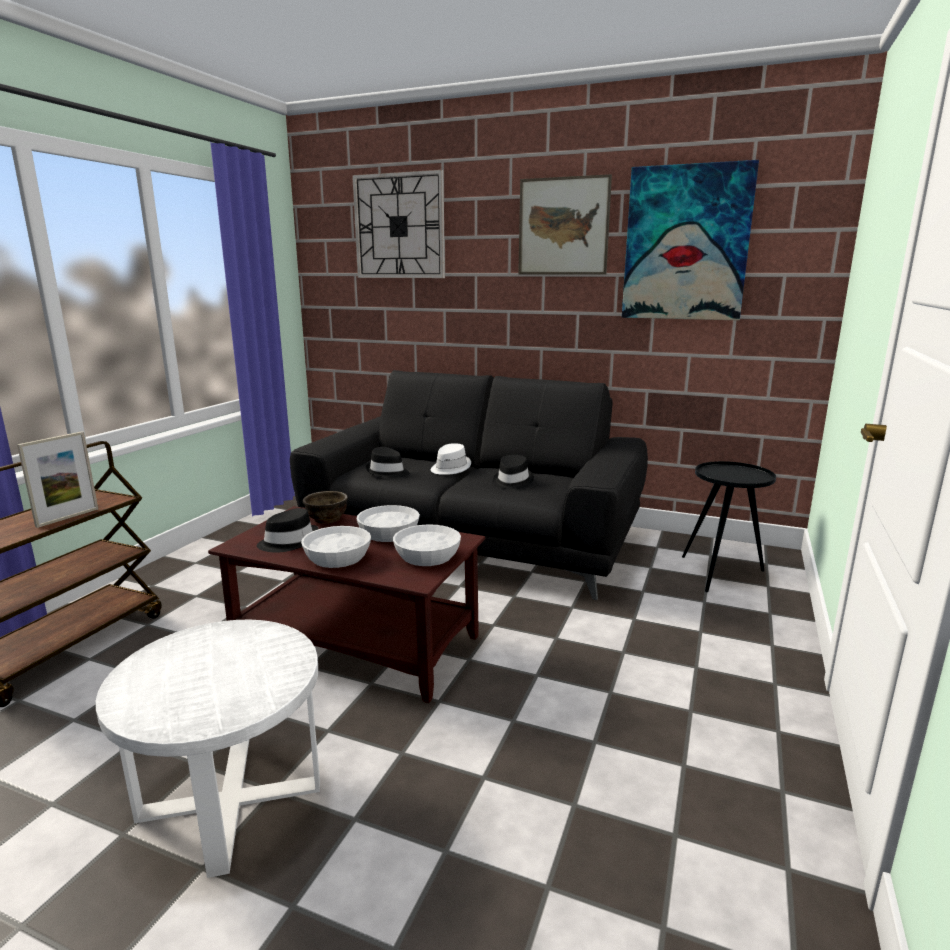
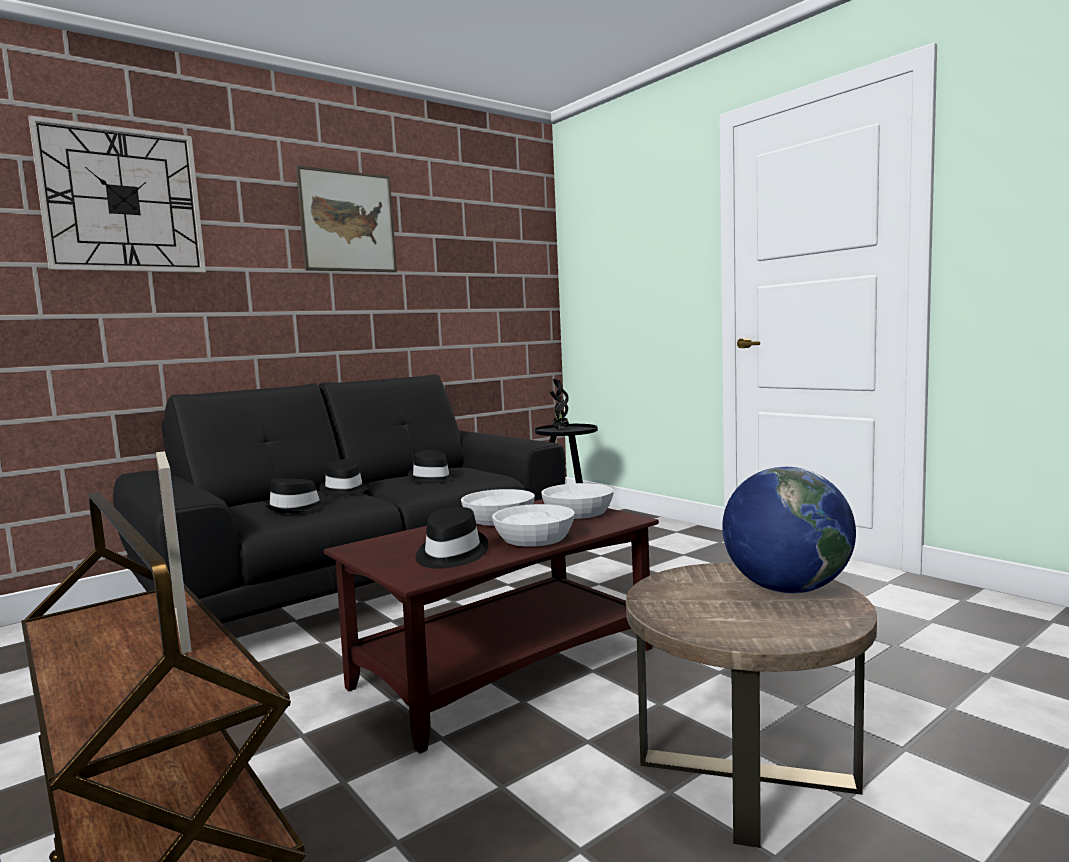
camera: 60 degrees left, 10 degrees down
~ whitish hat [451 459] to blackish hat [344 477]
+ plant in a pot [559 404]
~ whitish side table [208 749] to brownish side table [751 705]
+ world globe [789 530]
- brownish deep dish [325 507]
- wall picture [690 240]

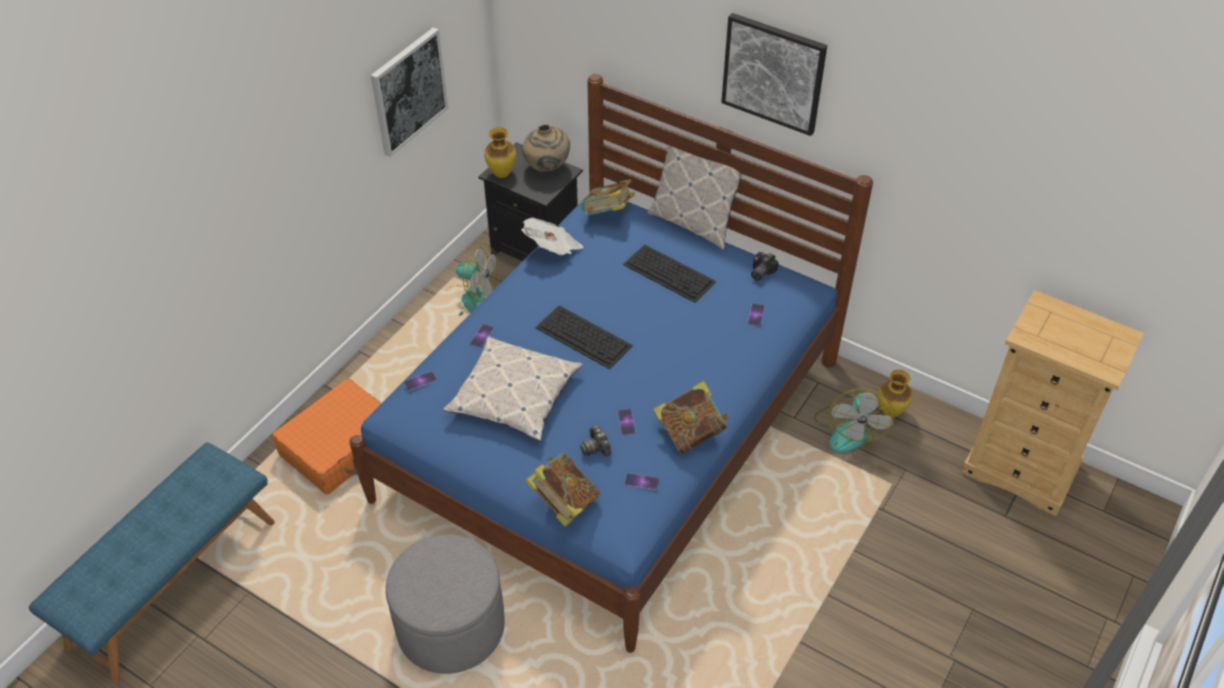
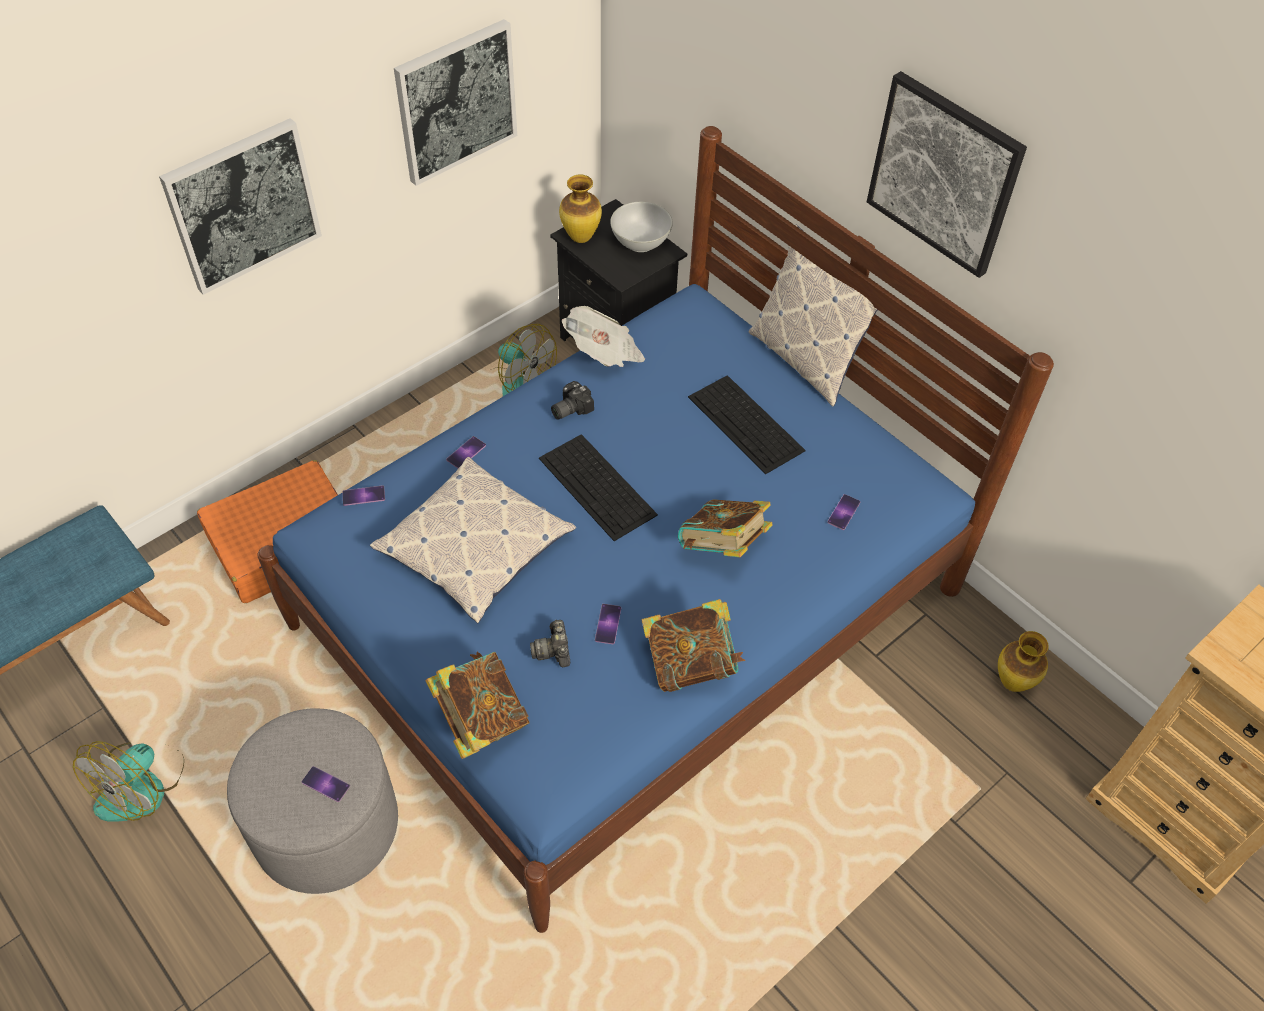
camera: 15 degrees right, 5 degrees up
~ cooling fan [854 420] to [128 781]
+ wall picture [240 206]
~ handset [642 481] to [326 784]
~ photo camera [765 266] to [572 400]
~ beige flower vase [546 148] to whitish deep dish [641 227]
~ volume [608 197] to [725 528]

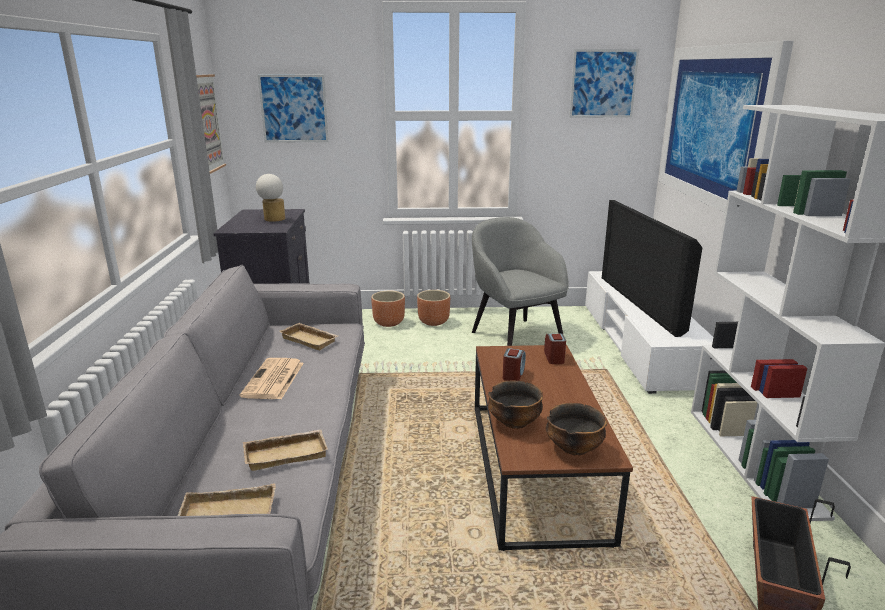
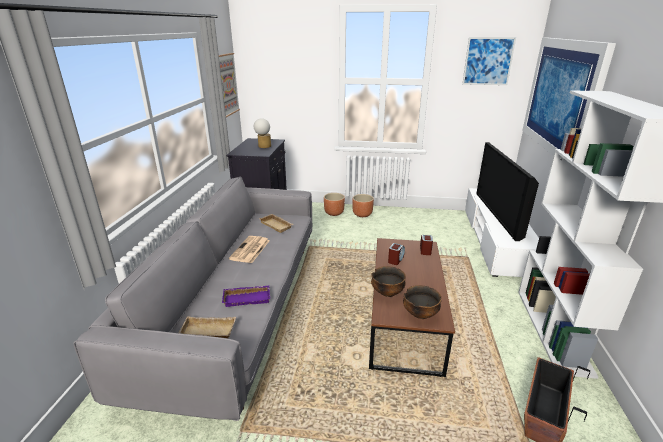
camera: 10 degrees right, 5 degrees up
~ beige serving tray [285 450] to purple serving tray [246 296]
- wall picture [293 109]
- gray armchair [520 281]

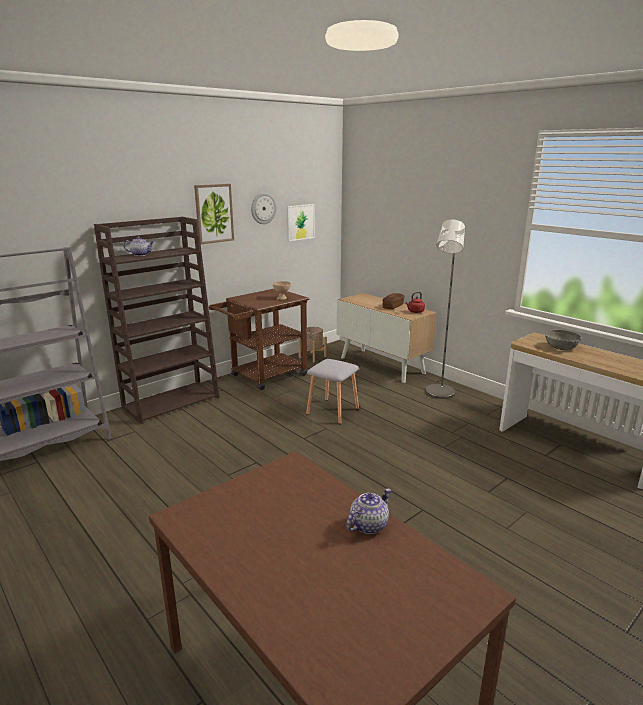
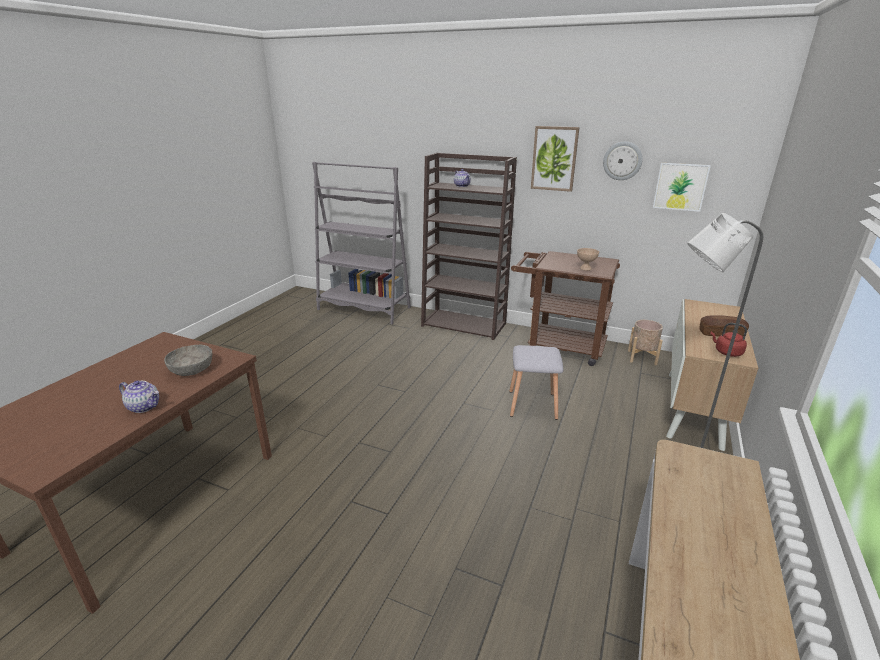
camera: 65 degrees right, 5 degrees up
~ gray deep dish [563 340] to [188 360]

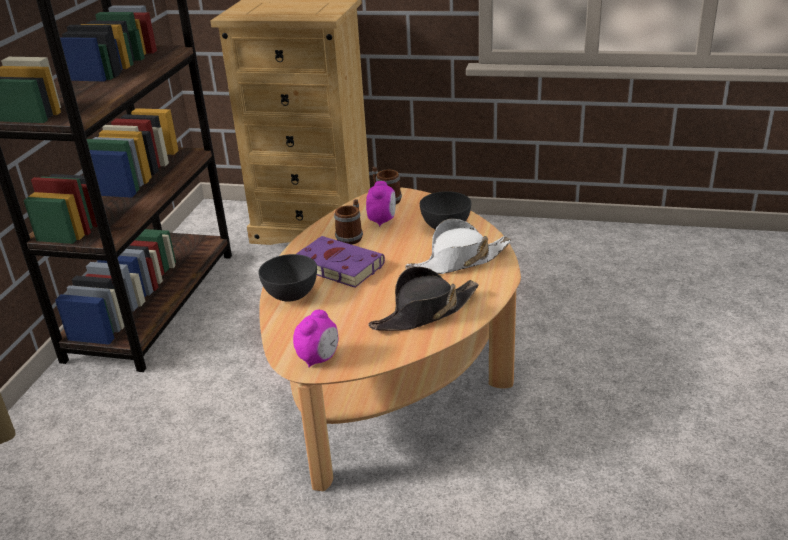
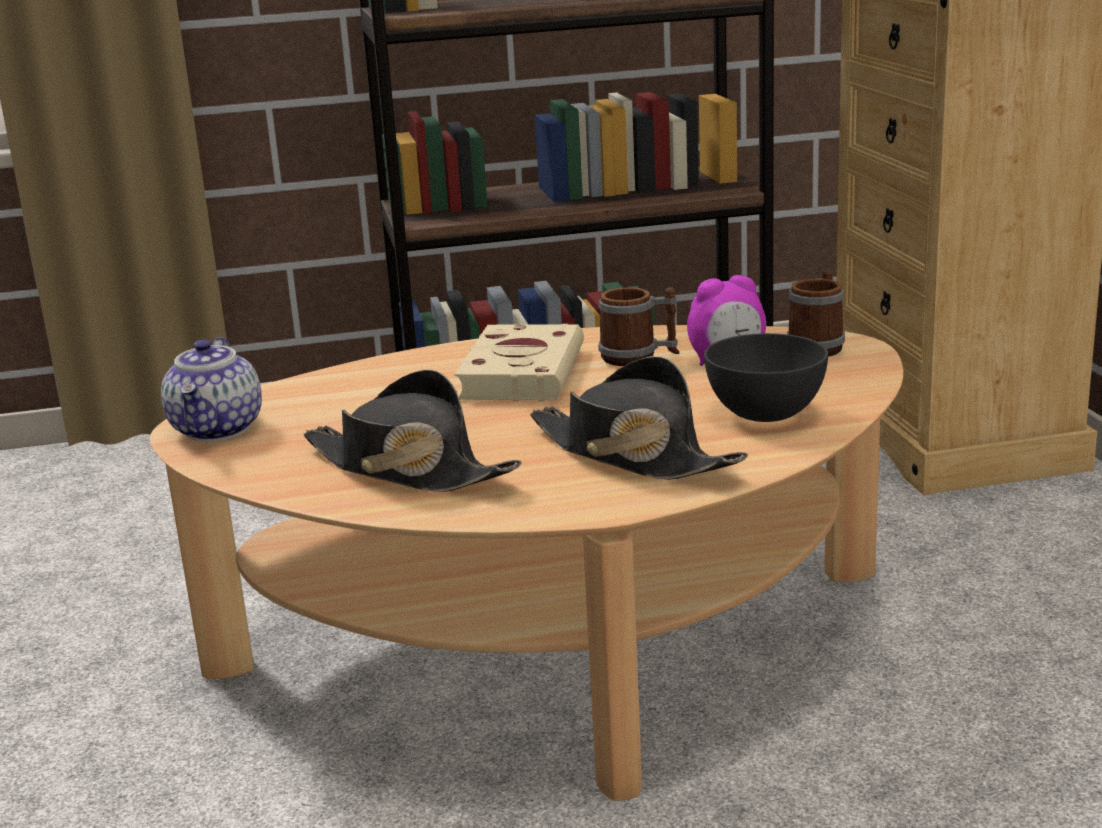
camera: 65 degrees right, 10 degrees down
~ table clock [315 339] to pot for tea [211 389]
~ purple volume [340 262] to beige volume [519 363]
~ whitish hat [458 246] to blackish hat [639 418]
- gray deep dish [288 278]

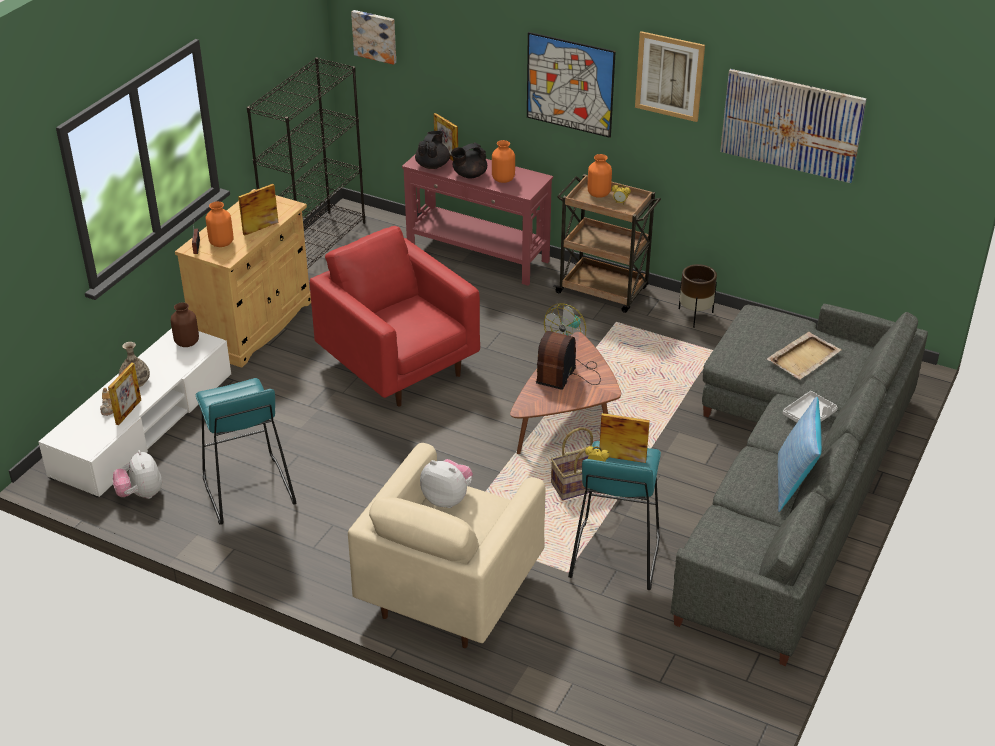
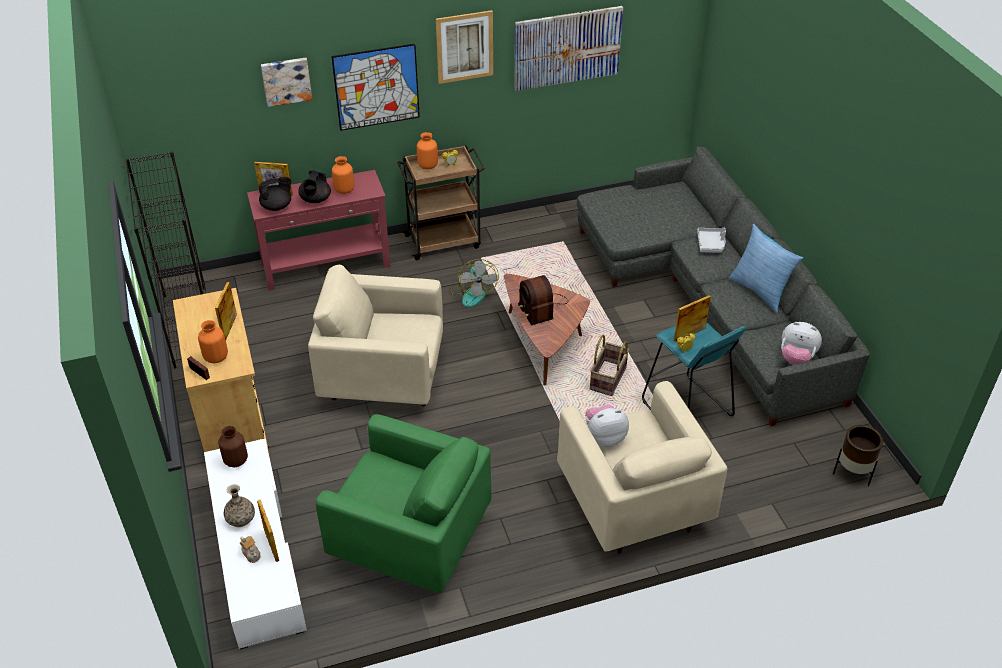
camera: 45 degrees left, 5 degrees up
~ blackish pot for tea [432 150] = [275 194] 90 degrees clockwise
~ wall picture [373 37] to [286 82]
~ red-coloured armchair [394 316] to beige armchair [375 336]
~ blue-green sitting stool [246 451] to greenish armchair [404 503]
~ soft toy [137 474] to [801 343]
~ brownish flower pot [698 296] to [858 455]
- beige serving tray [804 356]

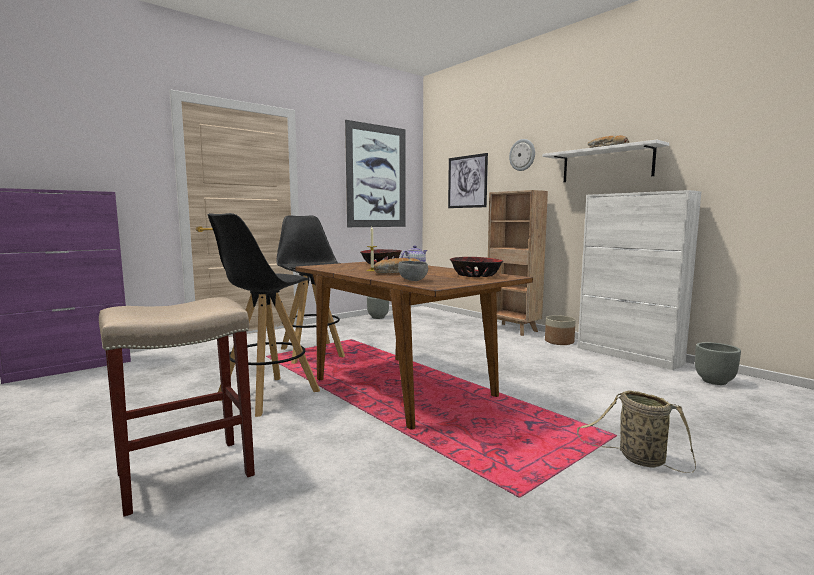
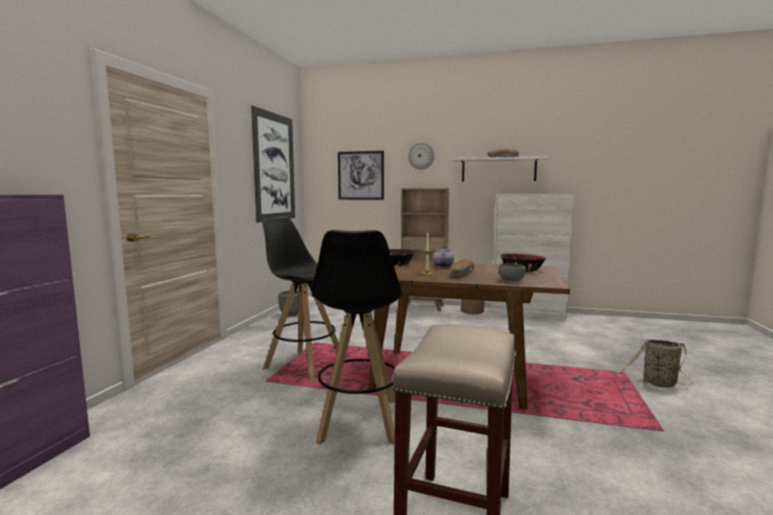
camera: 35 degrees left, 0 degrees up
- gray flower pot [718 363]

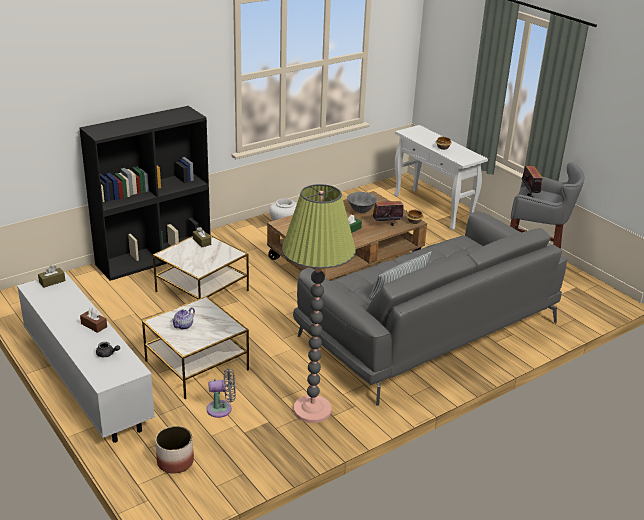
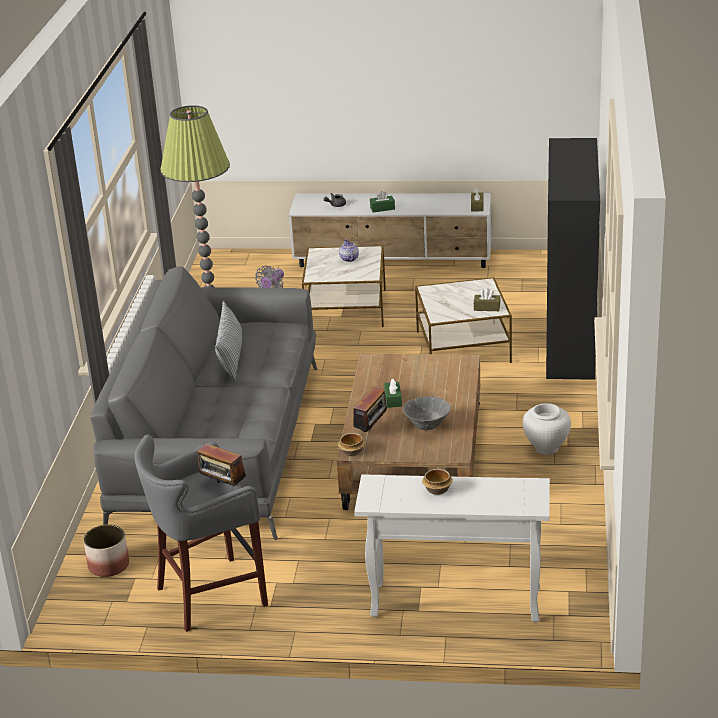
camera: 135 degrees right, 0 degrees up
~ flower pot [174 450] to [106 550]
~ brownish box of tissues [93 320] to greenish box of tissues [382 201]

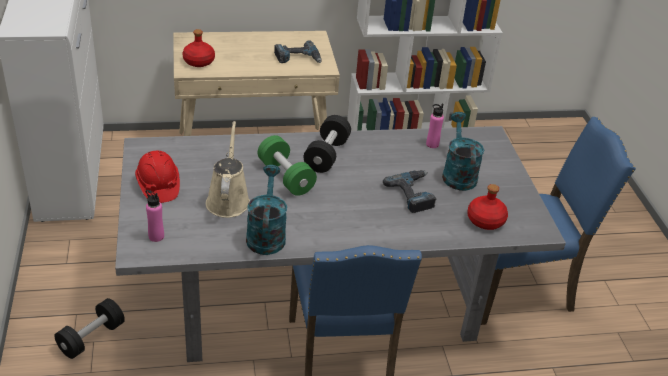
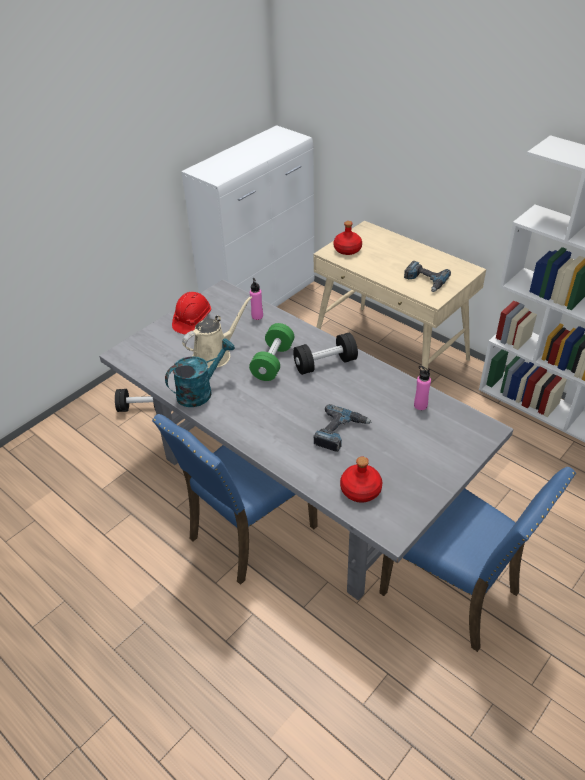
camera: 55 degrees right, 5 degrees up
~ pink-coloured beverage bottle [154 216] to [256 299]
- blue-green watering pot [463 151]

